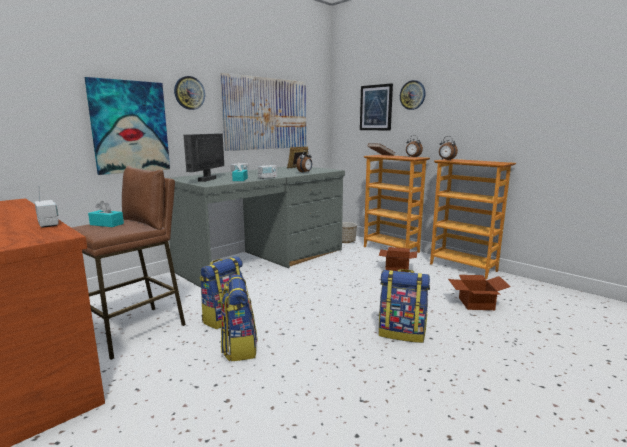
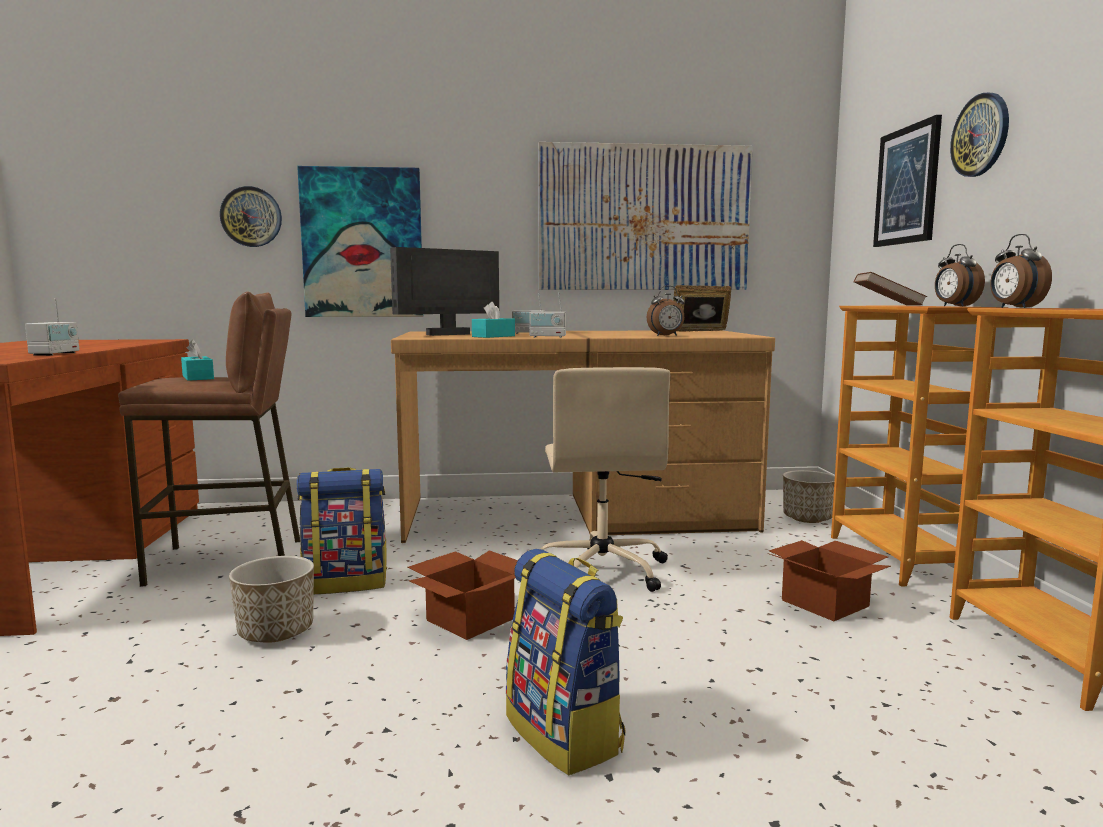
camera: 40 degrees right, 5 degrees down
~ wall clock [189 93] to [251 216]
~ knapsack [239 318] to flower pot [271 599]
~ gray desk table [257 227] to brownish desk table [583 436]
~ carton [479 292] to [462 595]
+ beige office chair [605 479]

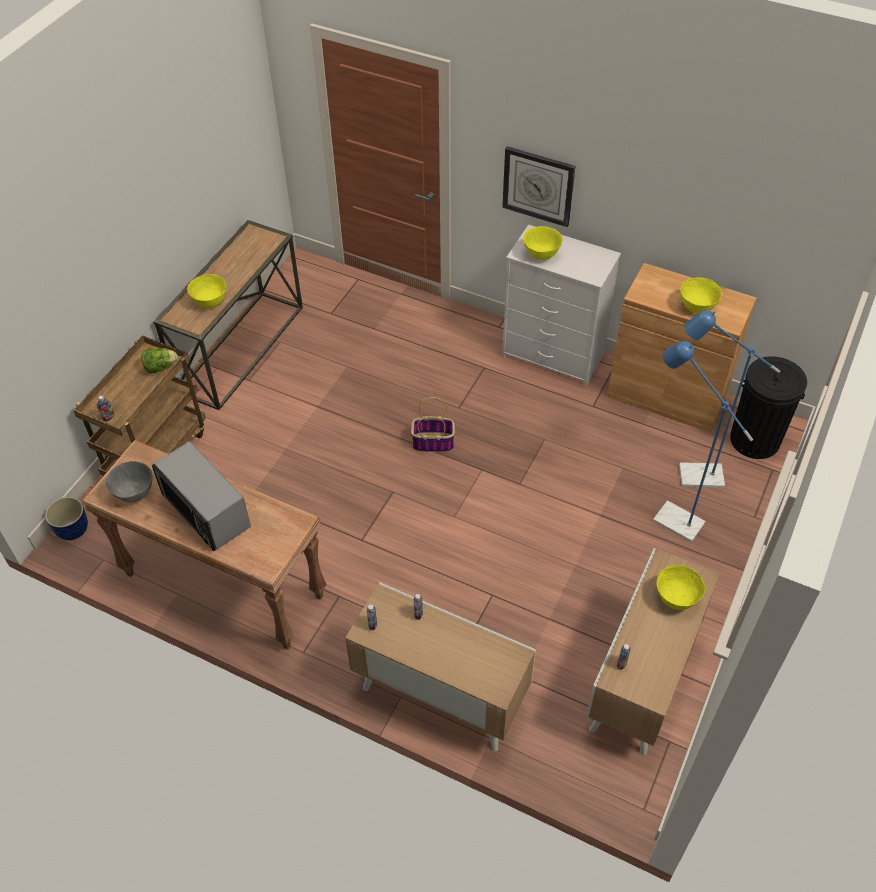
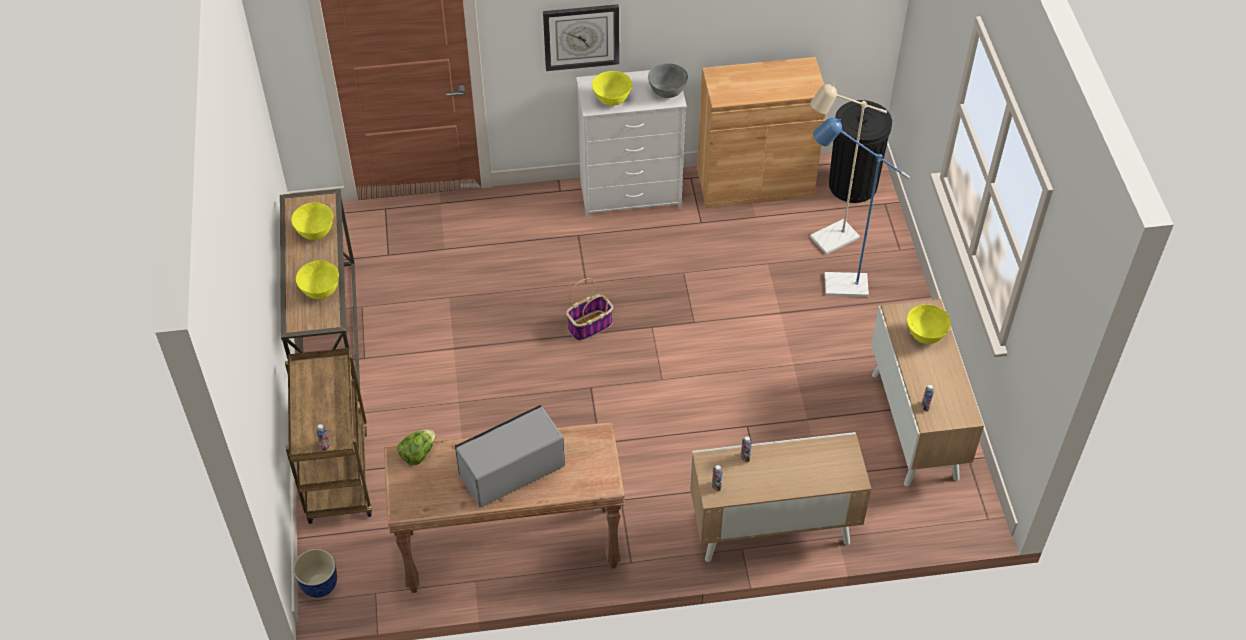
camera: 35 degrees left, 0 degrees up
~ yellowish deep dish [701 295] to [312 221]
~ head of lettuce [159 360] to [416 447]
~ microwave oven [201 496] = [510 456] 135 degrees clockwise
~ gray deep dish [129 482] to [668 80]
~ bluish floor lamp [729 399] to beige floor lamp [848 169]

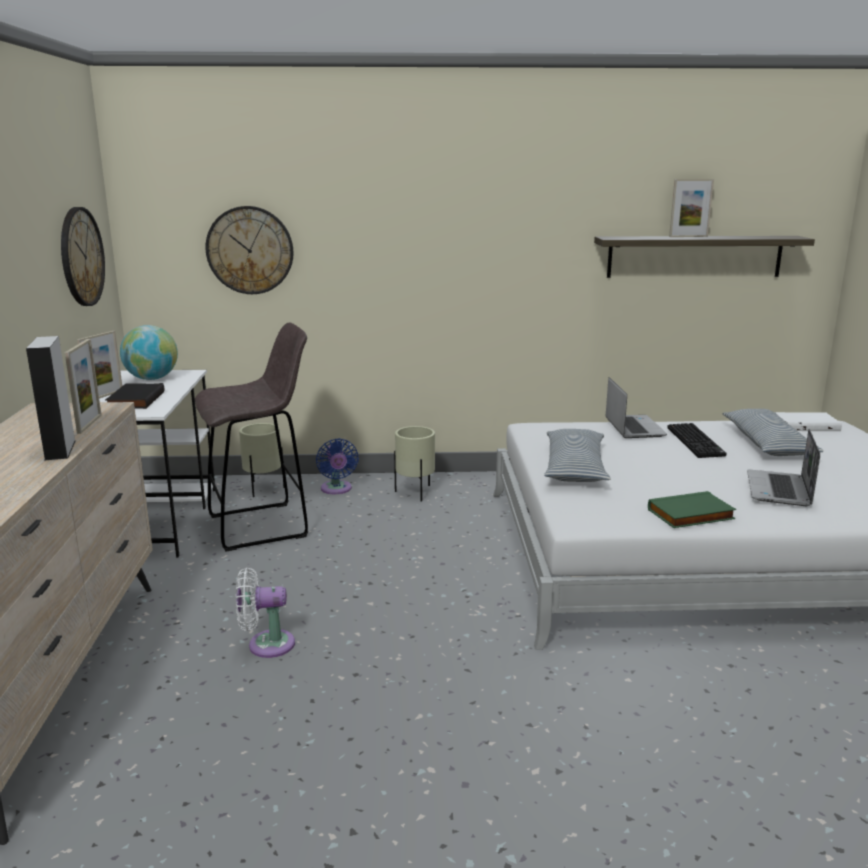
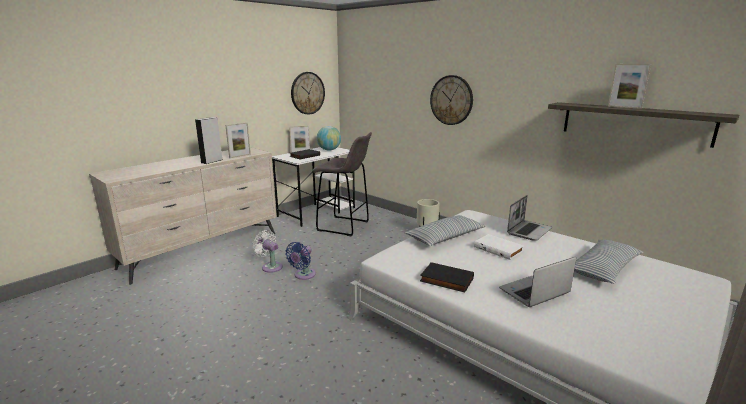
camera: 45 degrees right, 0 degrees up
~ bluish cooling fan [337 466] to [300 261]
~ greenish volume [692 509] to blackish volume [447 277]
~ wall clock [249 250] to [451 100]
~ whitish volume [808 421] to [499 247]
- beige flower pot [261 460]
- computer keyboard [696 440]

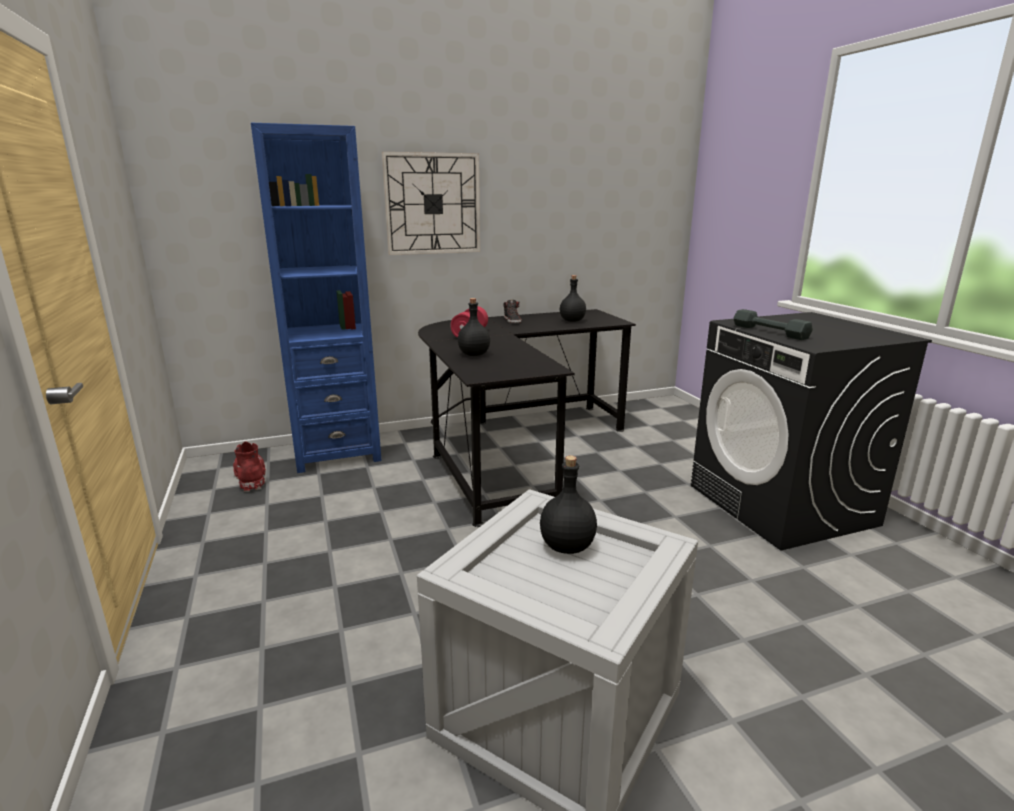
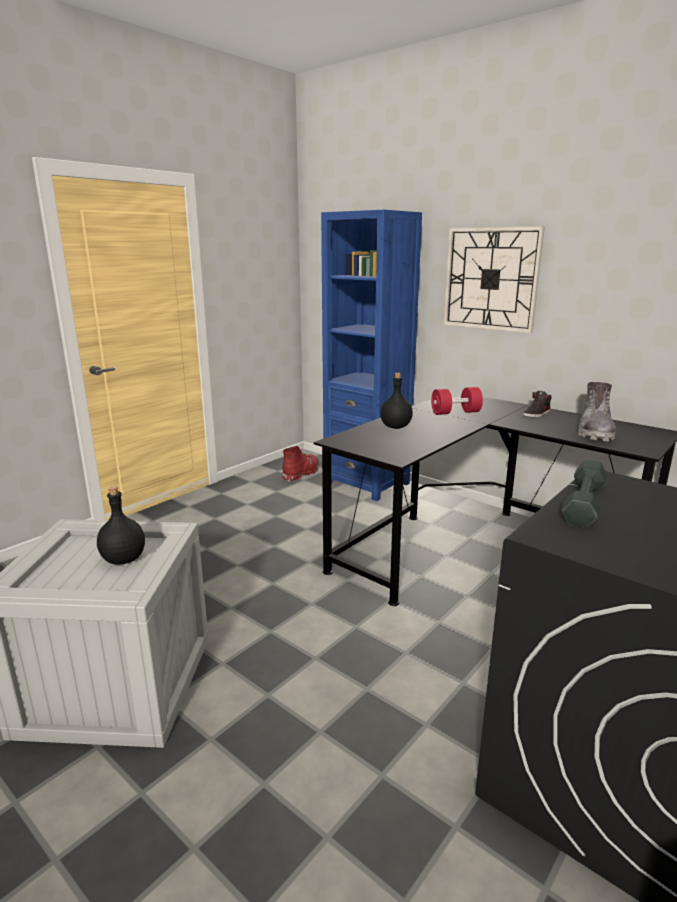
camera: 60 degrees right, 0 degrees up
~ blackish beverage bottle [573 298] to gray tall boot [597 411]

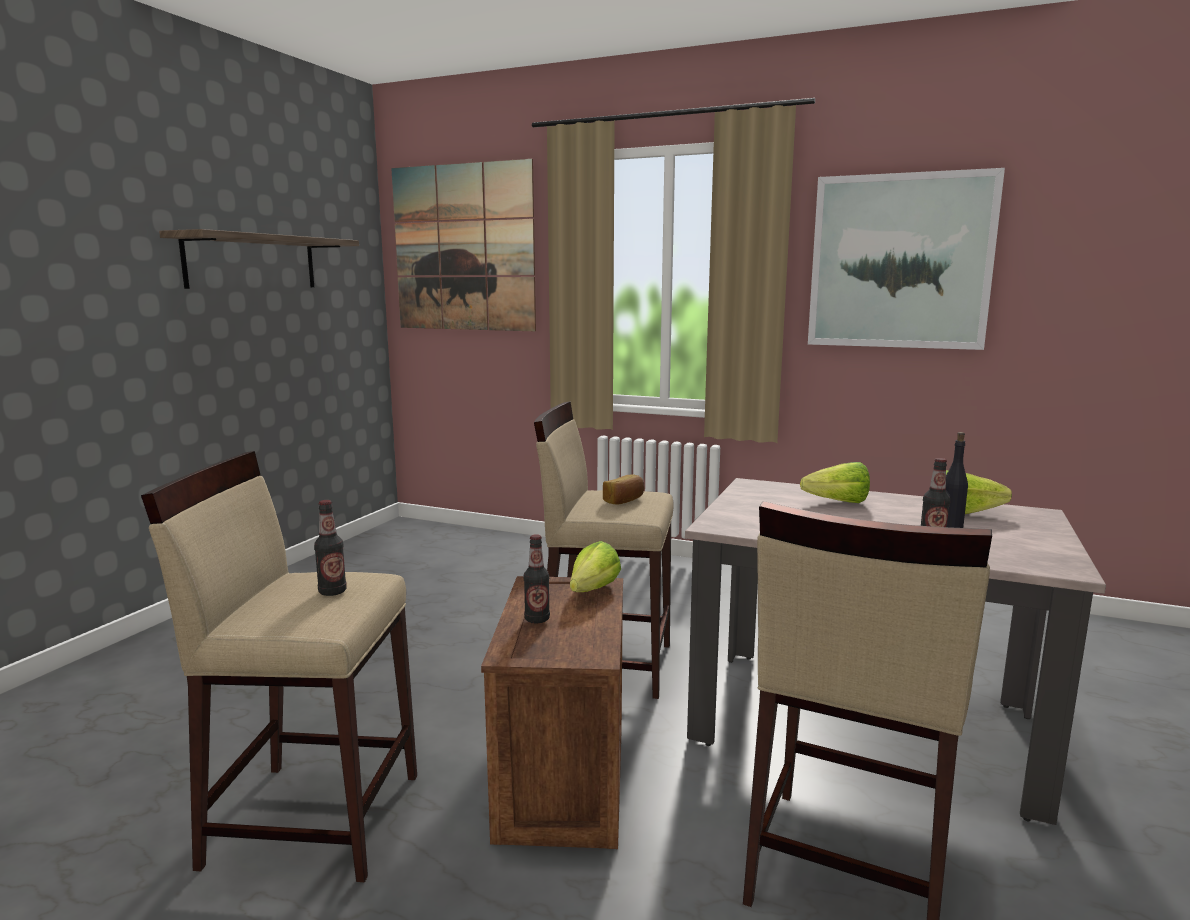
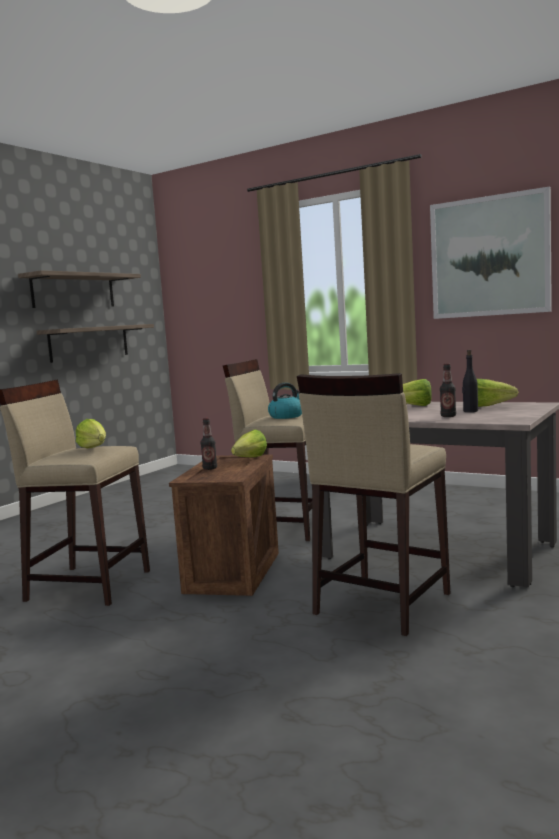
camera: 10 degrees right, 5 degrees down
+ wall shelf [95 343]
~ beverage bottle [330 548] to head of lettuce [91 433]
~ bread [624 489] to water kettle [285 401]
- wall picture [463 245]

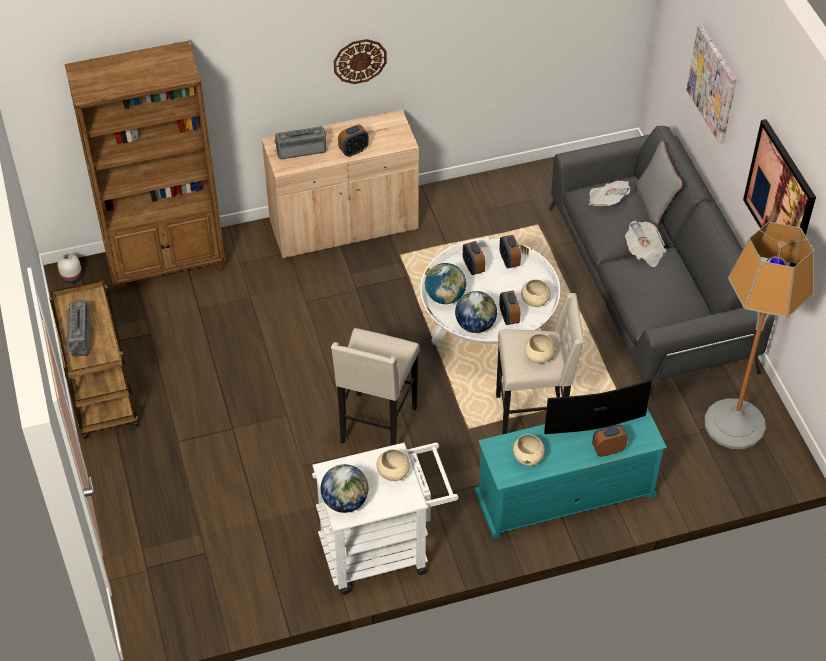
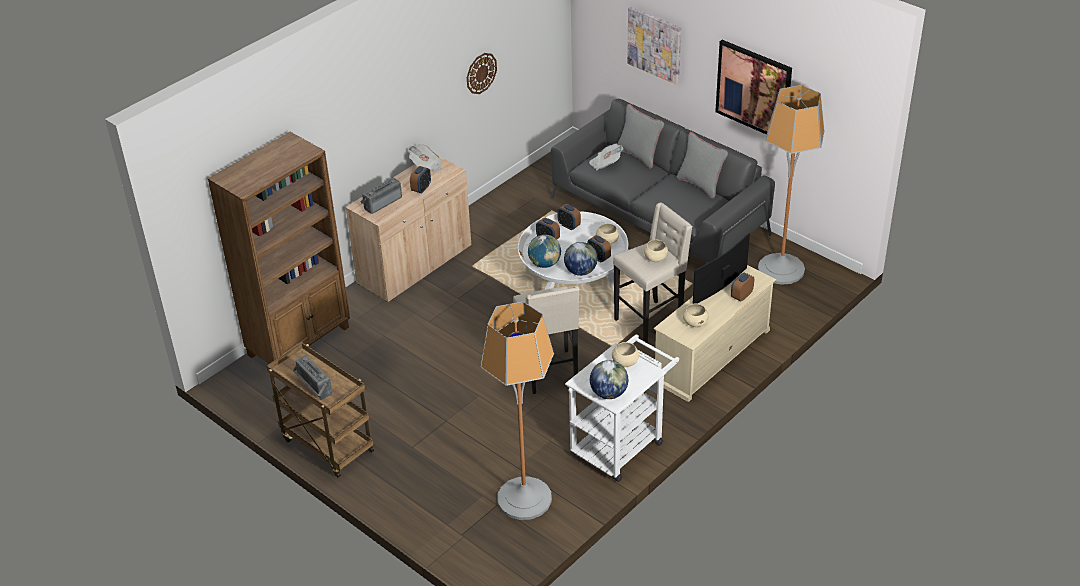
camera: 30 degrees left, 10 degrees down
~ printed paper [646 244] to [425 158]
~ wall clock [360 61] to [482 73]
+ floor lamp [517 411]
~ blue-green media console [571 473] to beige media console [714 333]
+ gray pillow [702 165]
- whitish flower vase [69 269]

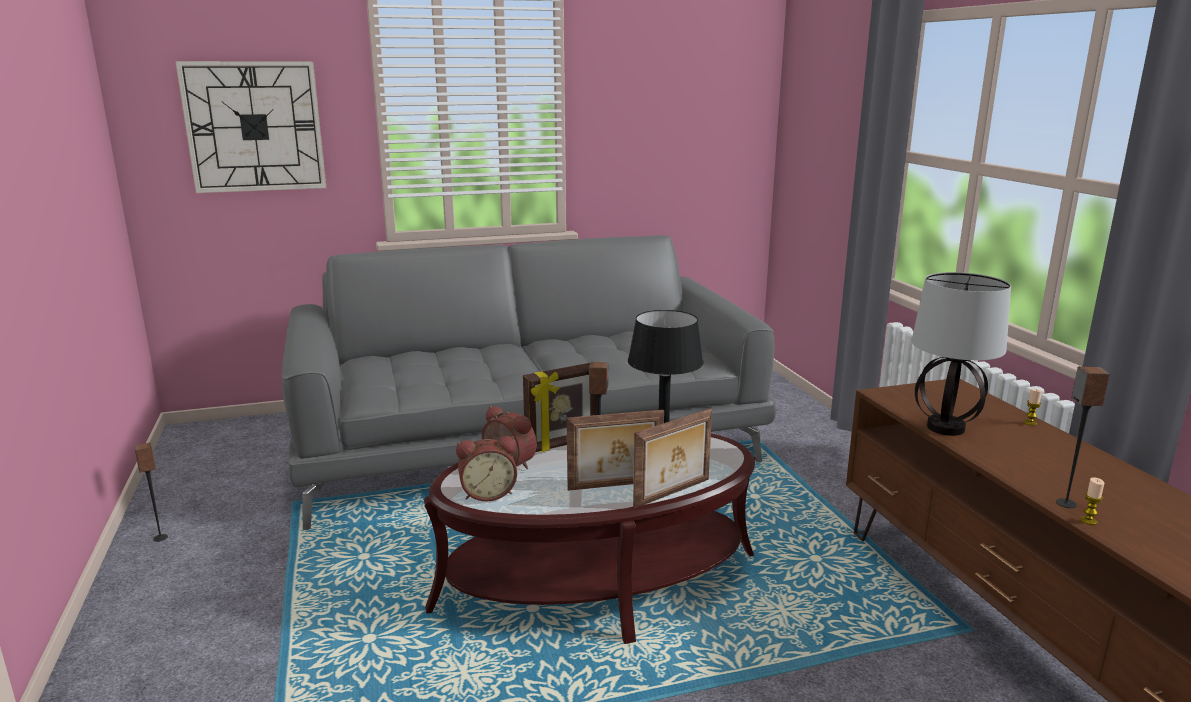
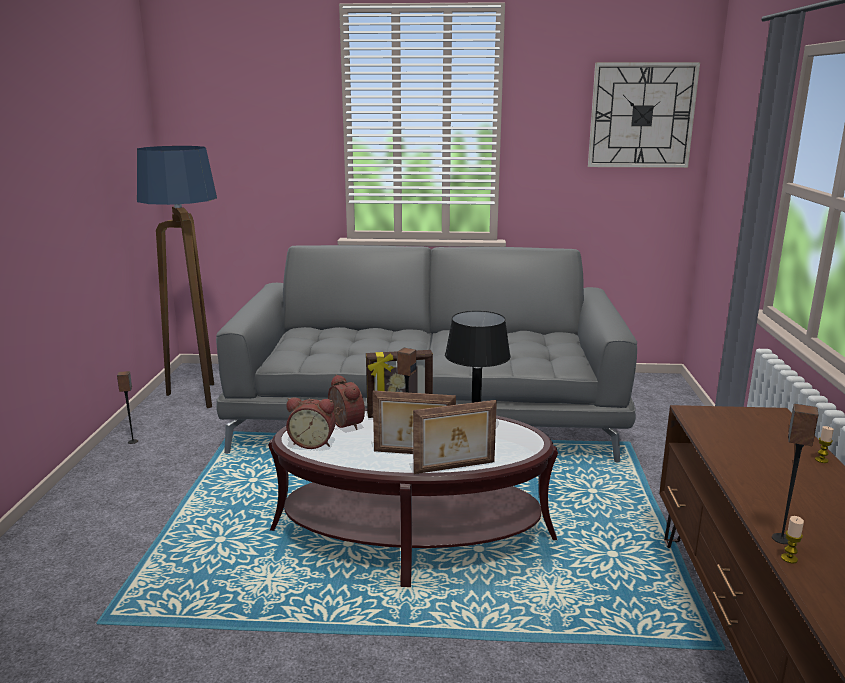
camera: 20 degrees right, 0 degrees up
+ floor lamp [177 277]
~ wall clock [250 127] to [644 115]
- table lamp [961 354]

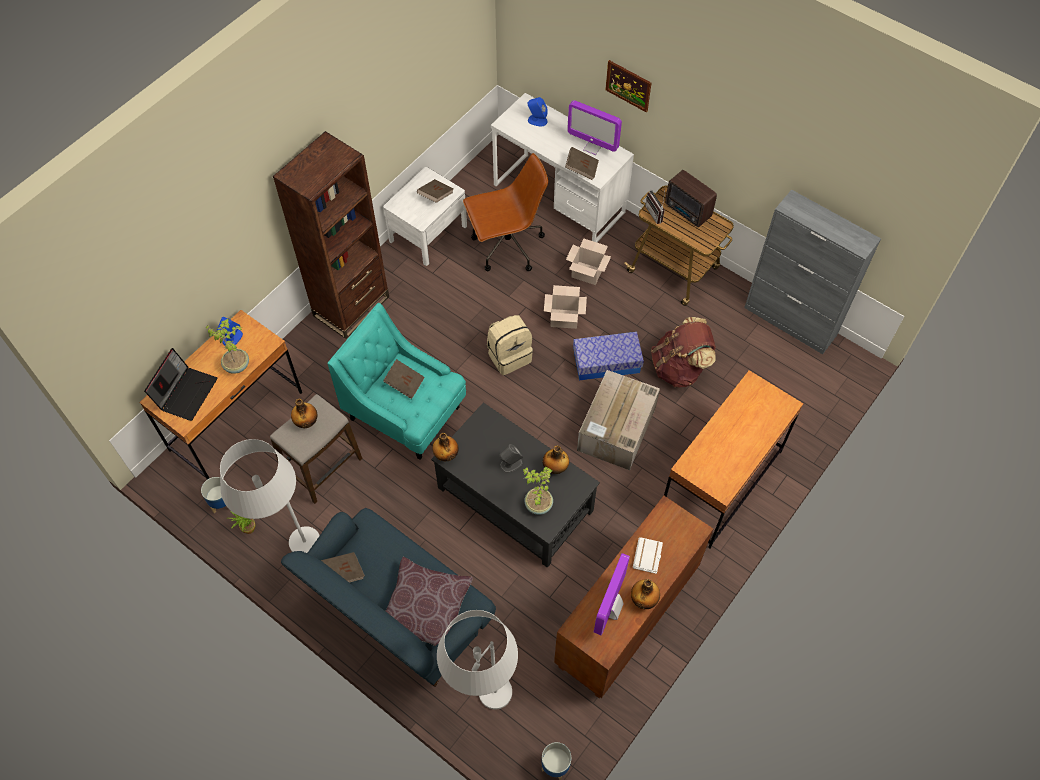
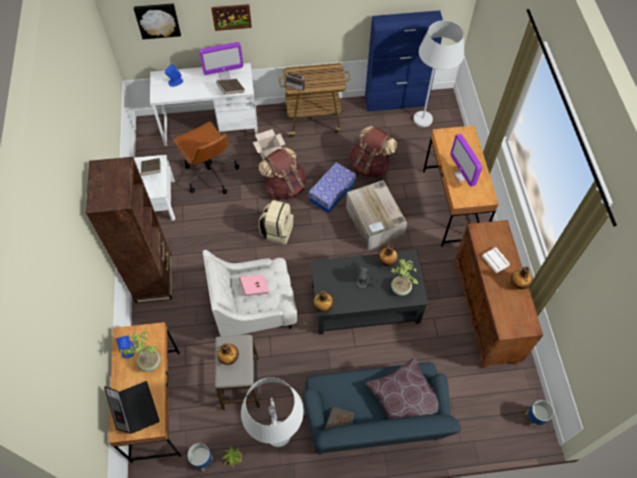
camera: 45 degrees left, 0 degrees up
+ wall picture [157 21]
~ brownish office chair [505 212] = [206 158] 120 degrees clockwise
~ blue-green armchair [396 381] to whitish armchair [250 293]
~ brownish volume [404 379] to pink-coloured volume [254 286]
~ carton [565 307] to brownish knapsack [282 173]
~ gray storage cabinet [812 272] to bluish storage cabinet [404 61]
~ whitish floor lamp [477 659] to [438 73]
~ computer screen [612 594] to [466 160]
- radio receiver [691 198]

